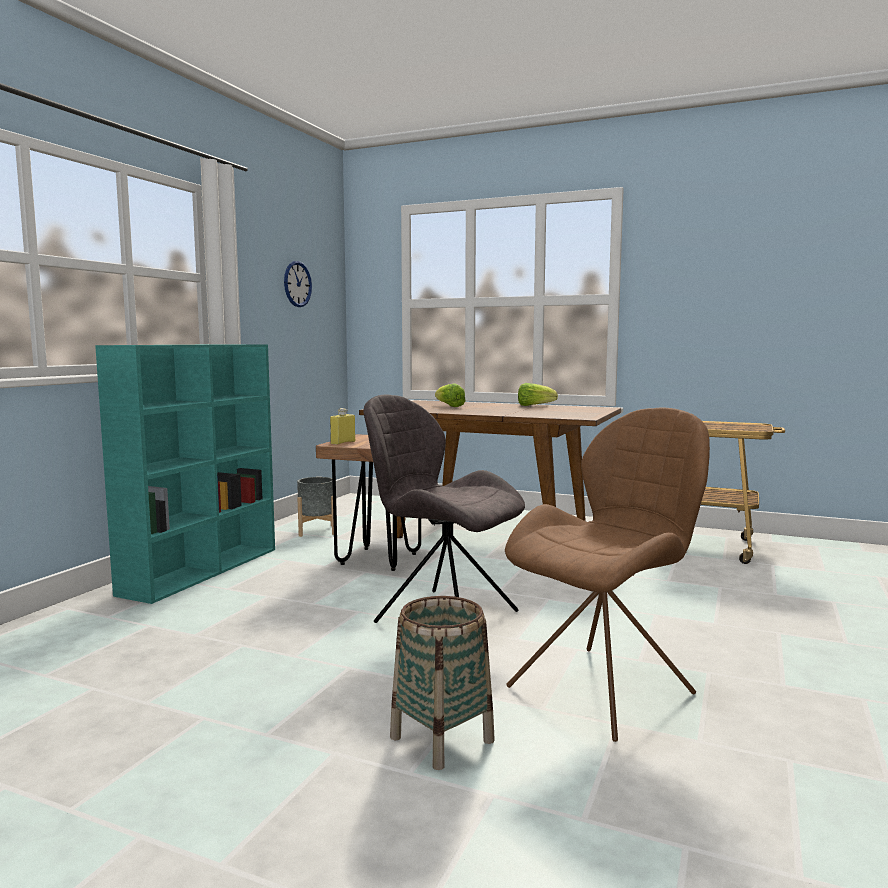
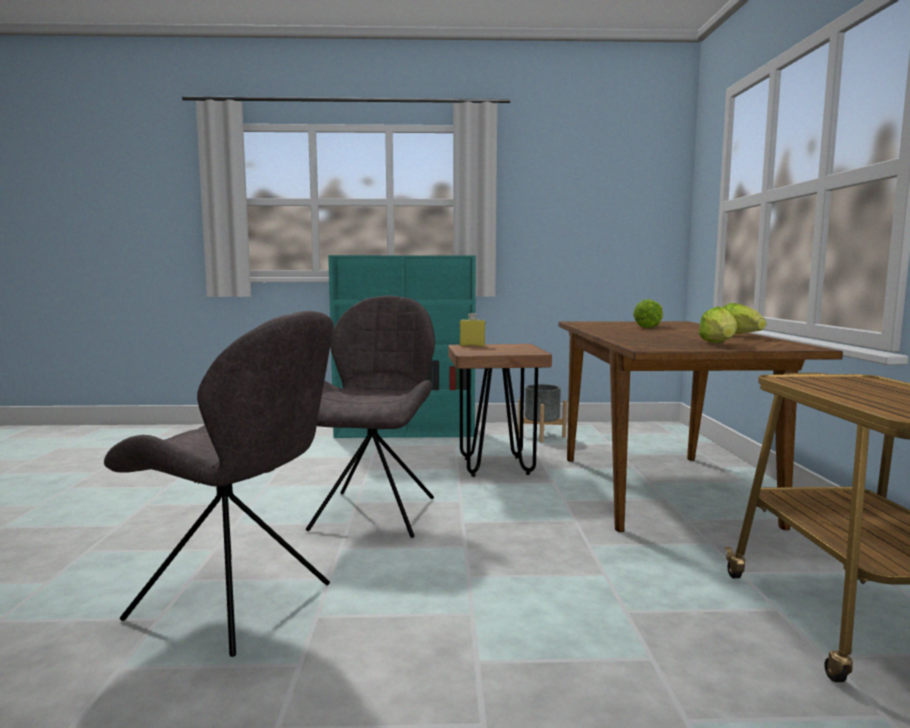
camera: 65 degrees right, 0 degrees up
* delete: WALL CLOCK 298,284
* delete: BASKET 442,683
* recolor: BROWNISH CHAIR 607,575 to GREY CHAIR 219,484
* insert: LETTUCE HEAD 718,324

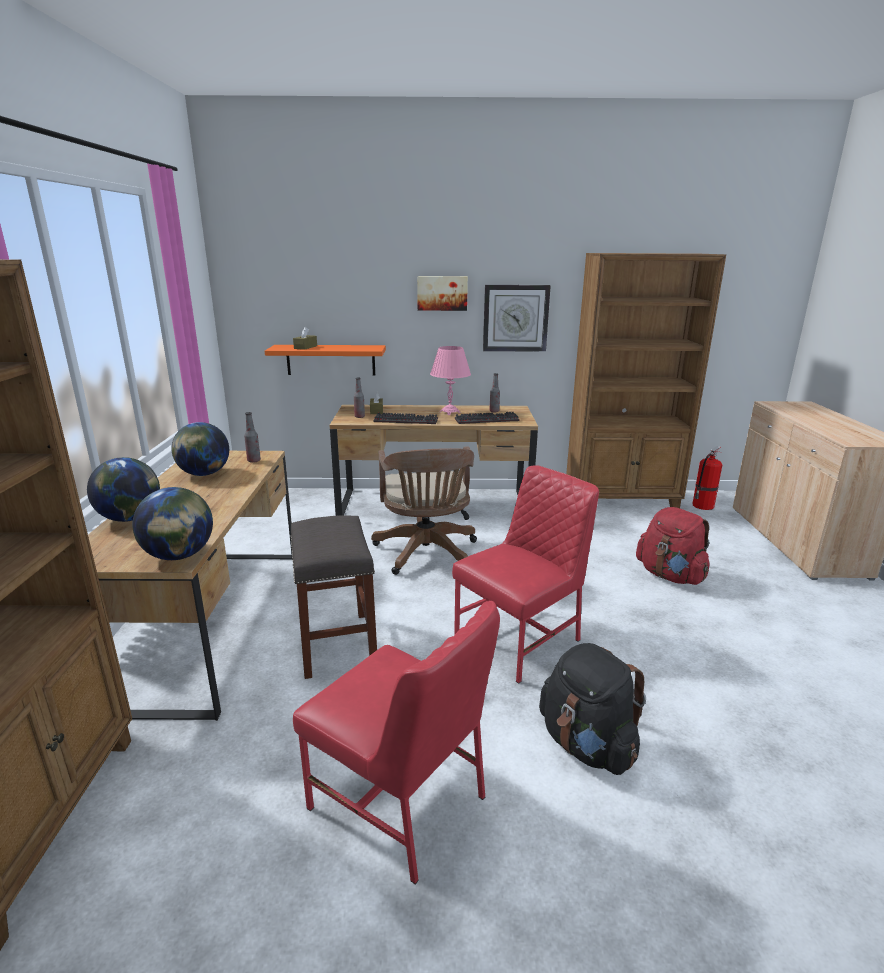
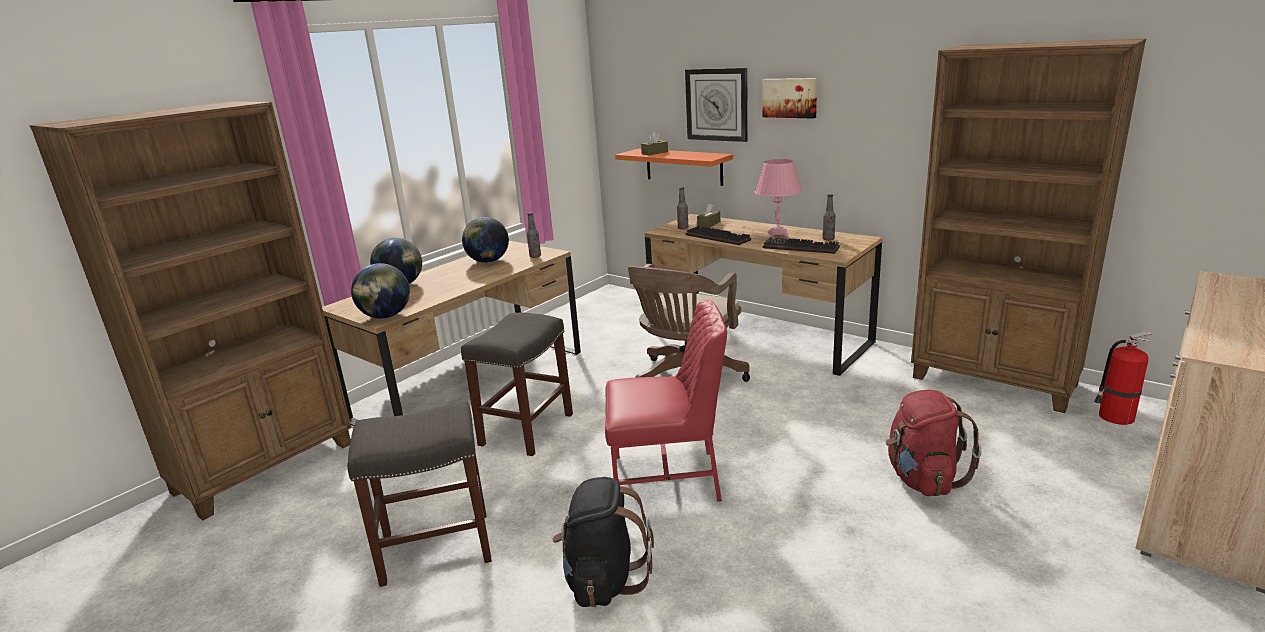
camera: 40 degrees right, 0 degrees up
* replace: RED CHAIR 396,742 to GREY STOOL SEAT 419,494
* move: WALL CLOCK 517,318 to 716,105

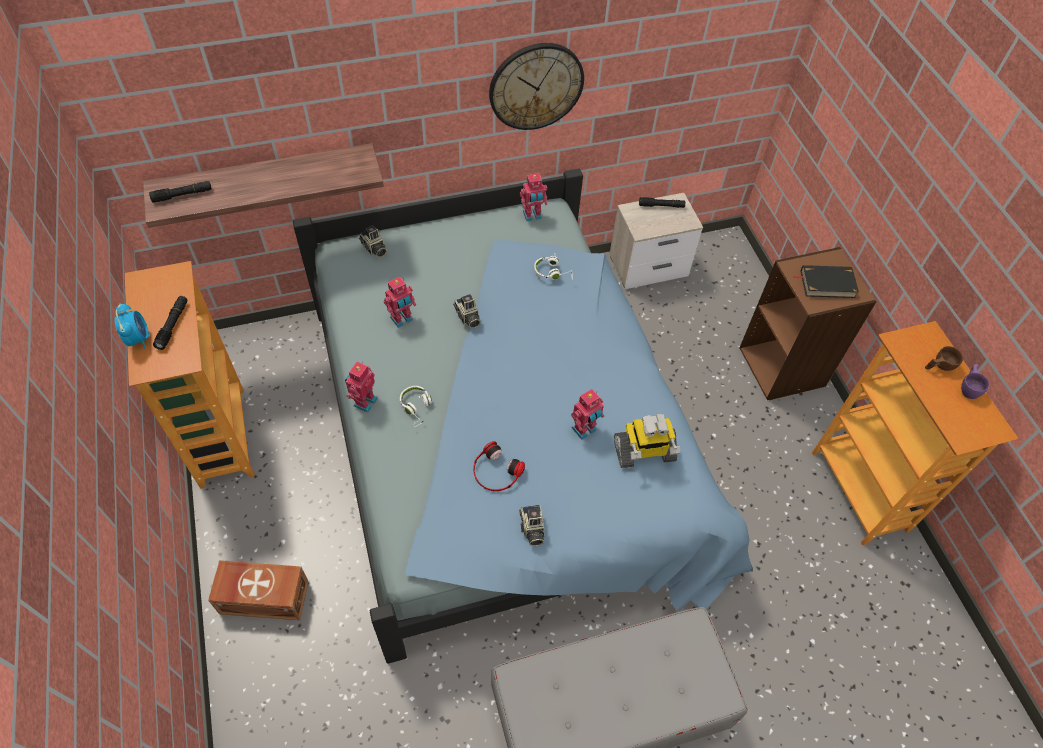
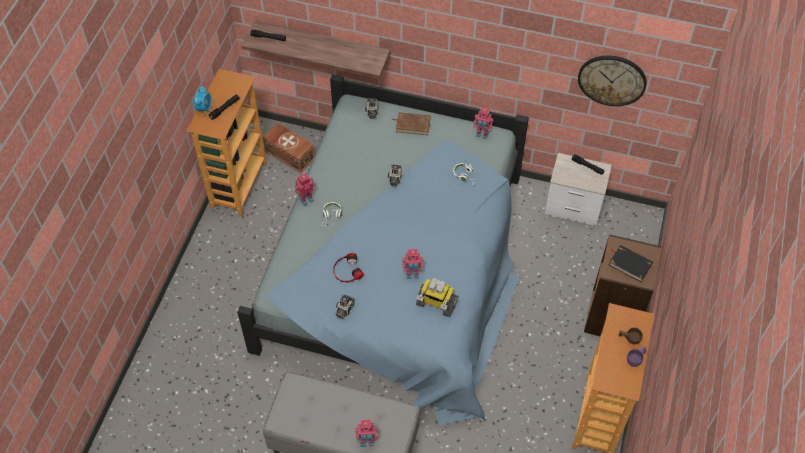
camera: 35 degrees right, 0 degrees up
* move: BROWNISH STORAGE CONTAINER 258,590 to 289,148
* move: MODEL ROBOT 400,302 to 366,433
* move: WALL CLOCK 536,86 to 612,81
* insert: BROWNISH BOOK 411,123

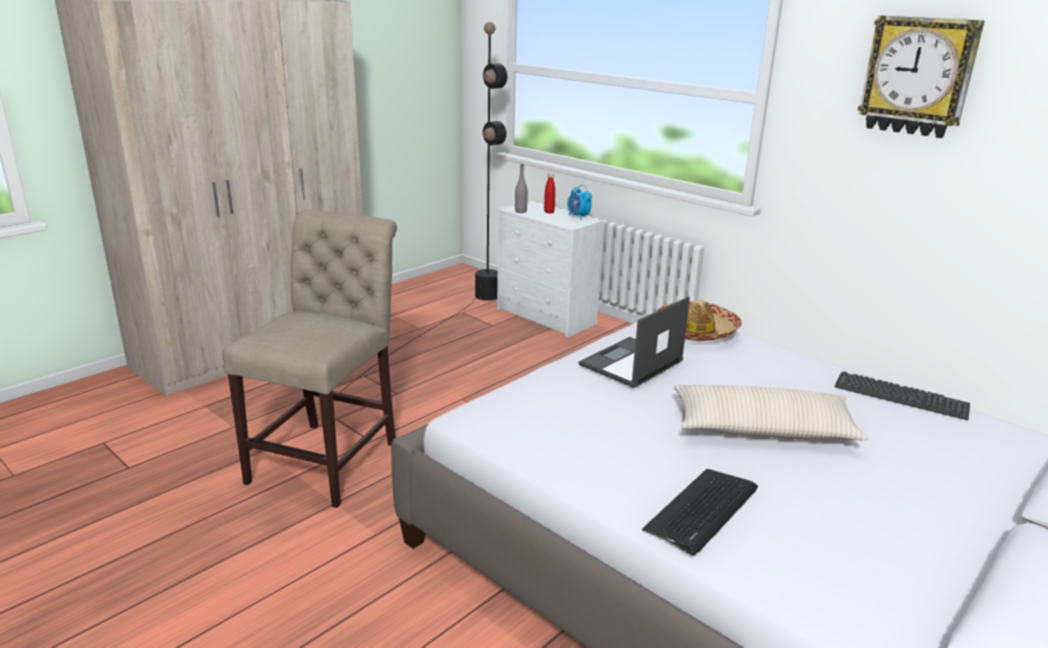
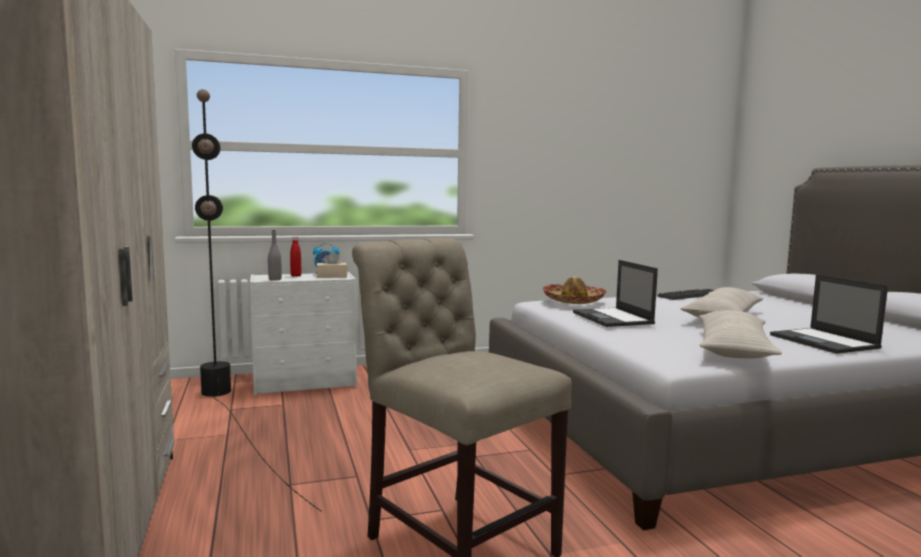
camera: 60 degrees left, 15 degrees down
* replace: COMPUTER KEYBOARD 700,512 to PORTABLE COMPUTER 829,314
* delete: WALL CLOCK 921,76
* insert: SAND-COLOURED BOX OF TISSUES 332,265
* insert: SAND-COLOURED CUSHION 740,334

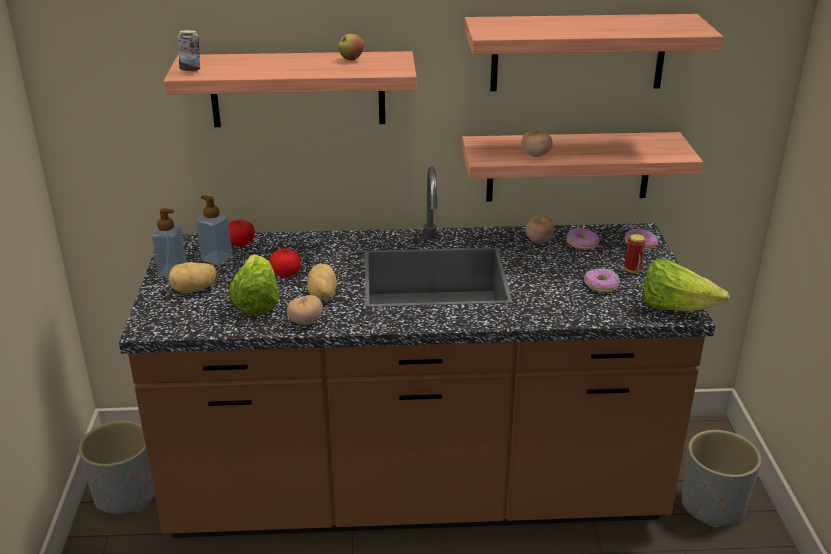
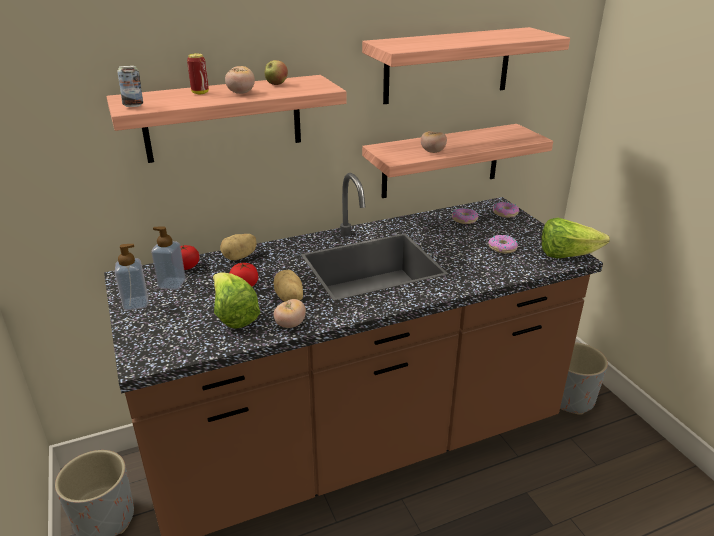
camera: 20 degrees left, 0 degrees up
* move: WHOLE POTATO 193,277 to 238,247
* move: FRESH TOMATO 540,229 to 240,80
* move: CAN 635,253 to 198,74

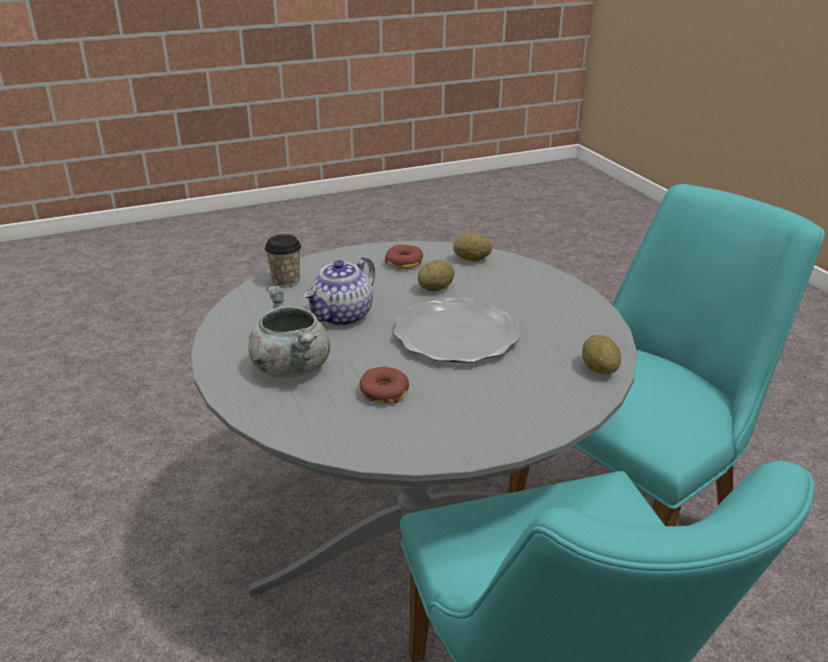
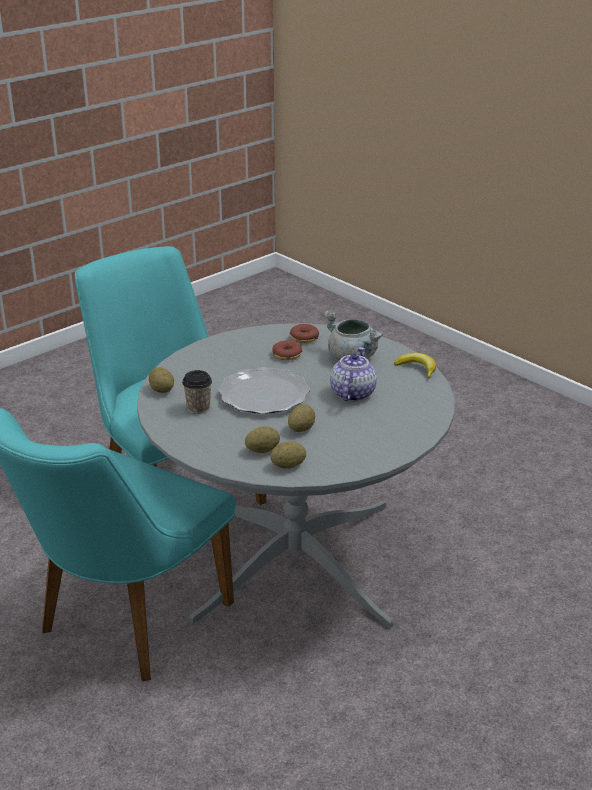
camera: 160 degrees right, 0 degrees up
* move: DRINKING CUP 283,260 to 197,392
* move: RING DOUGHNUT 404,257 to 304,333
* insert: WHOLE POTATO 262,439
* insert: BANANA 415,366

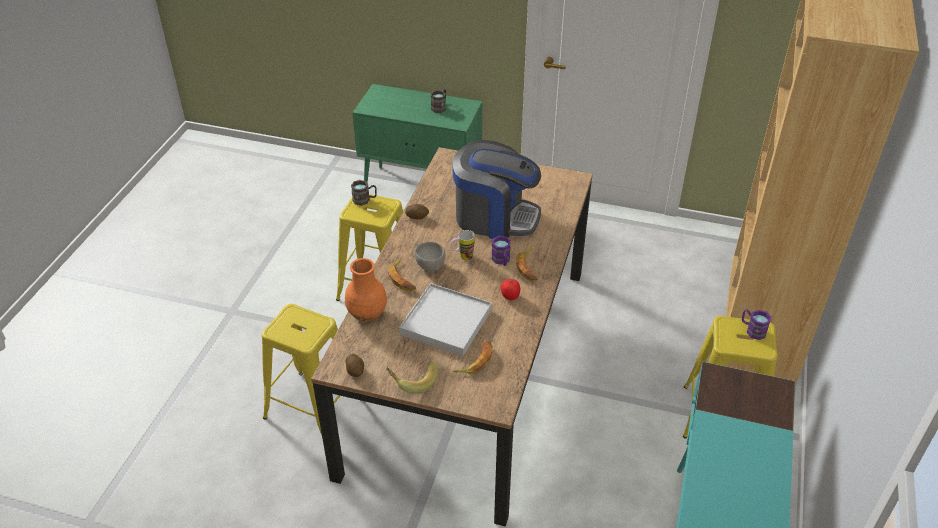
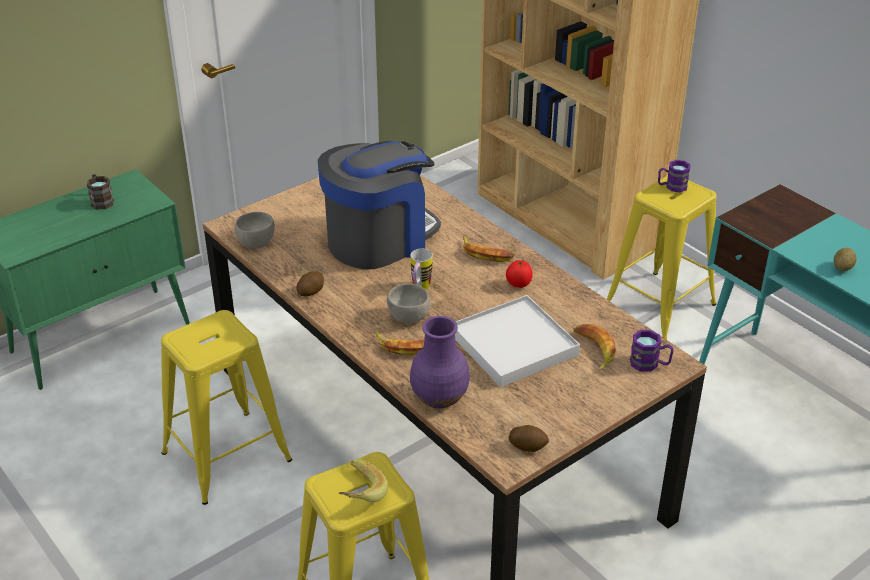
camera: 55 degrees left, 5 degrees down
* recolor: ORANGE-COLOURED FLOWER VASE 366,289 to PURPLE-COLOURED FLOWER VASE 440,362
* delete: BROWNISH COFFEE MUG 364,193
* move: BANANA 412,378 to 363,481
* move: PURPLE-COLOURED COFFEE MUG 501,251 to 652,351
* insert: GREY DEEP DISH 255,230
* insert: WHOLE POTATO 845,259

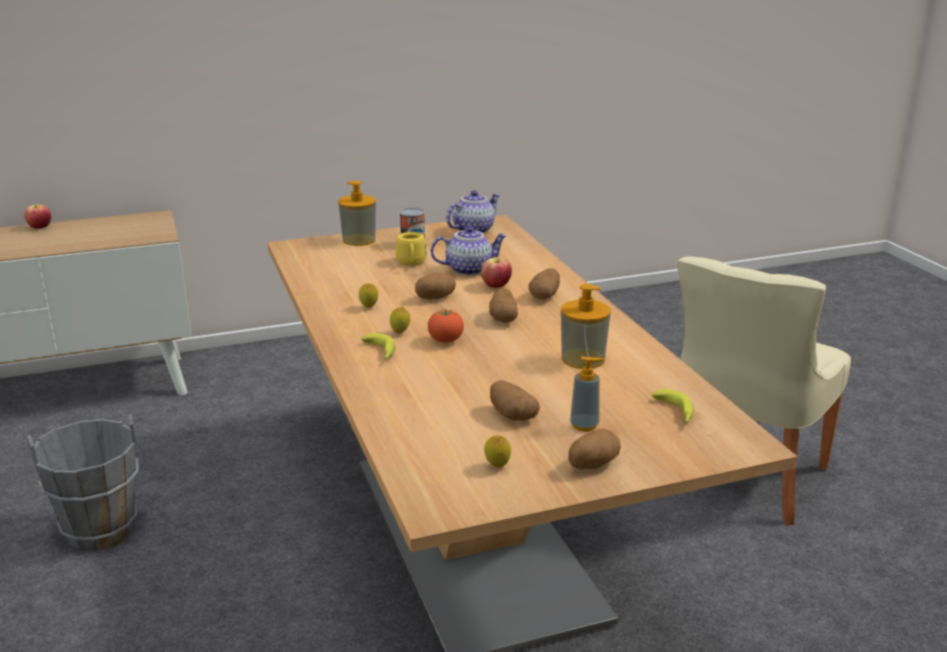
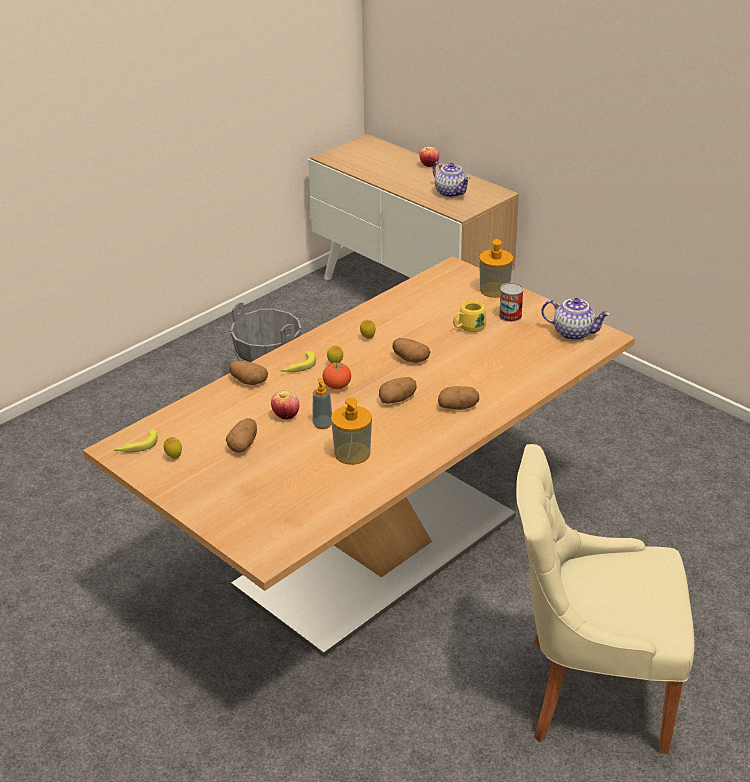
camera: 65 degrees right, 10 degrees up
* move: TEAPOT 469,250 to 451,180
* move: APPLE FRUIT 496,272 to 285,404
* move: WHOLE POTATO 594,449 to 248,372
* move: SOAP BOTTLE 587,394 to 322,403
* move: BANANA 673,406 to 136,441

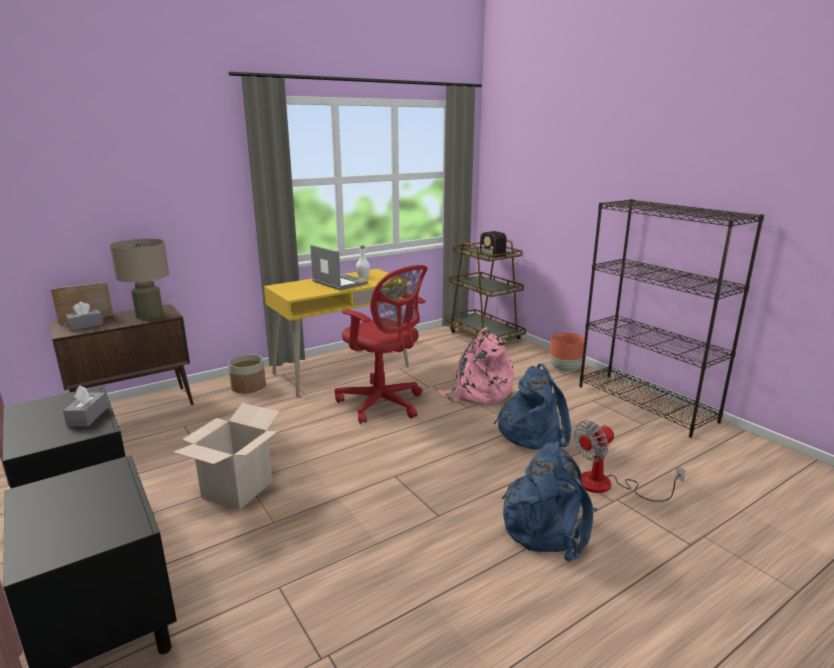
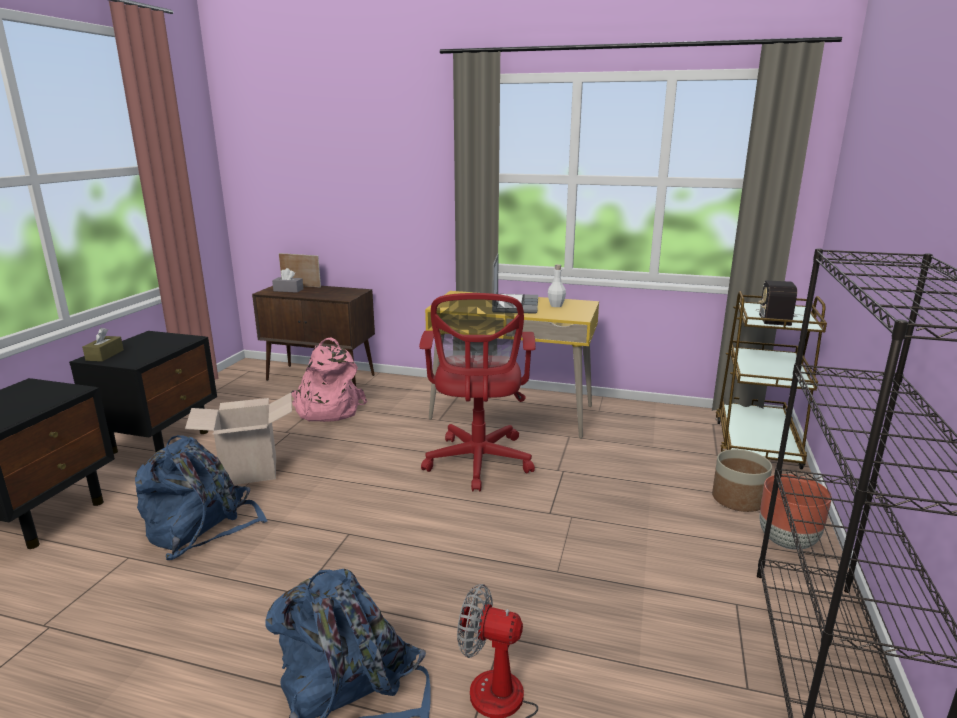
camera: 50 degrees right, 0 degrees up
* delete: GREY BOX OF TISSUES 85,406
* delete: SAND-COLOURED TABLETOP LAMP 139,279
* move: FLOWER POT 247,373 to 742,480
* move: PINKISH RUCKSACK 476,366 to 329,379
* move: BLUISH RUCKSACK 532,406 to 201,497
* insert: BROWNISH BOX OF TISSUES 103,345

